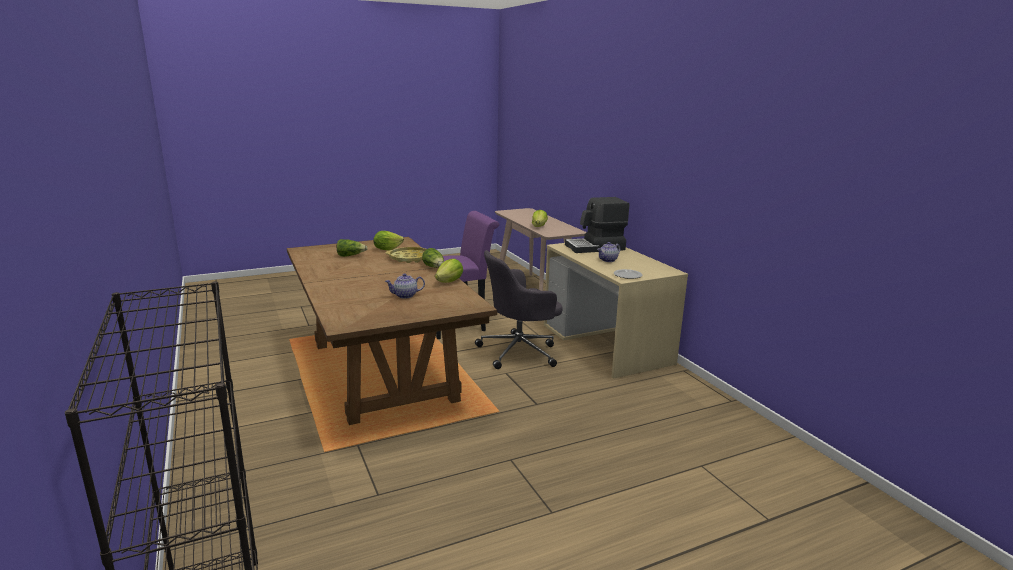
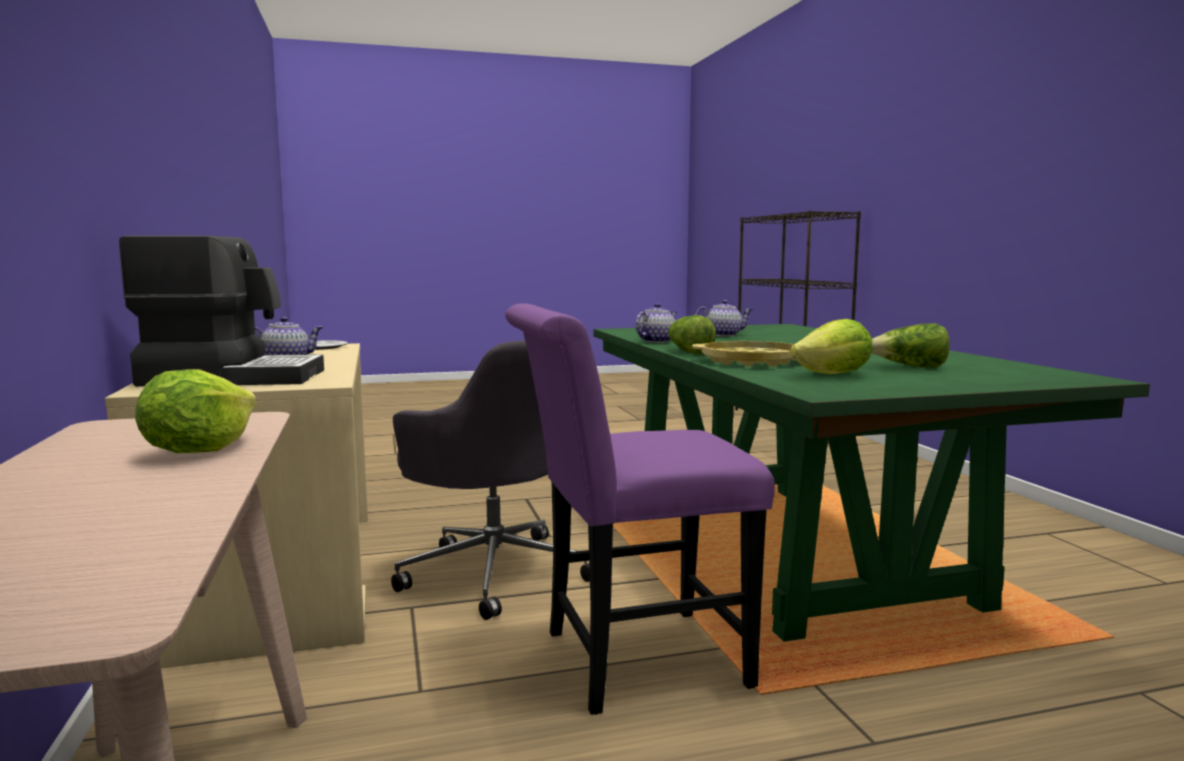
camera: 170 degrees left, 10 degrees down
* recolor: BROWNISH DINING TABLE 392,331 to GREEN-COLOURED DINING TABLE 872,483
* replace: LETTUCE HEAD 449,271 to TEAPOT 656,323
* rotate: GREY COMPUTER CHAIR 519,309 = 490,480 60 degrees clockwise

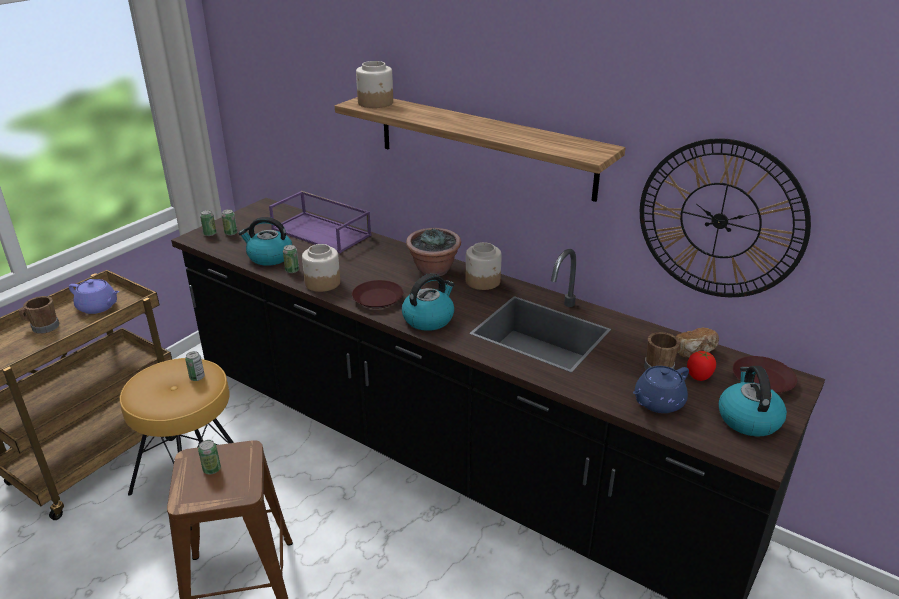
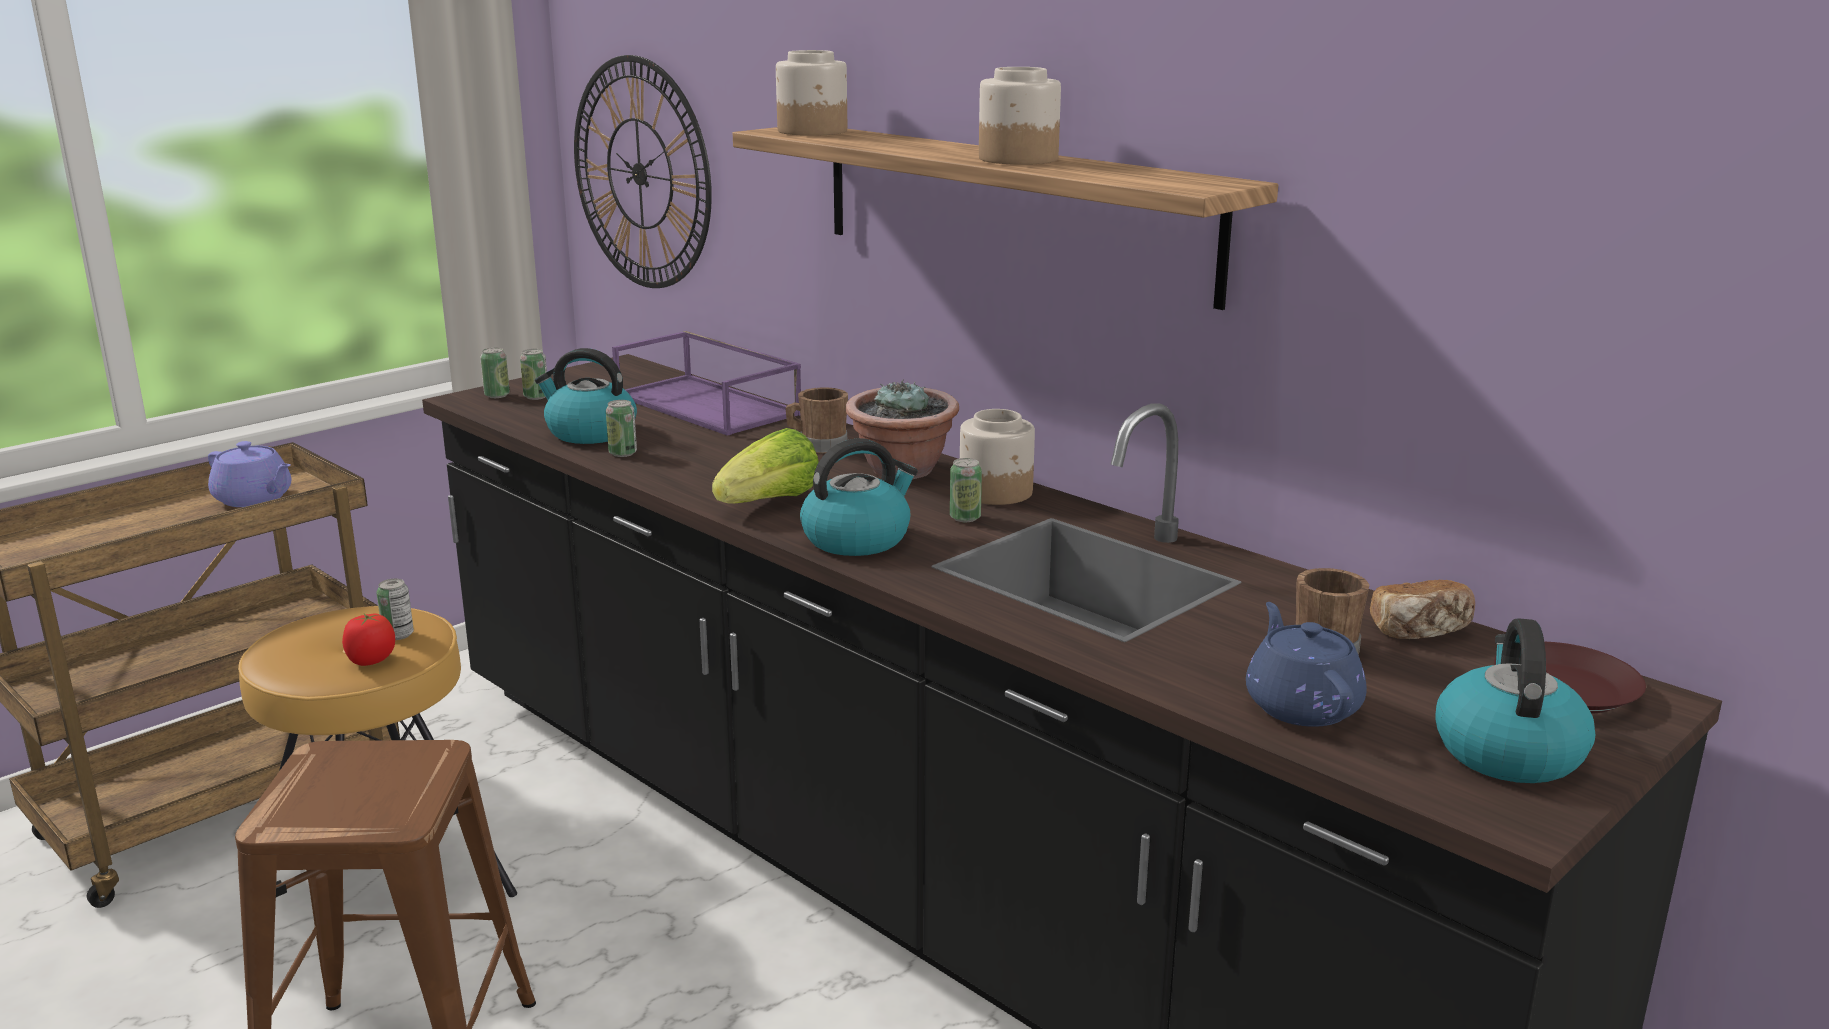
camera: 10 degrees right, 10 degrees down
* move: BROWNISH COFFEE MUG 38,315 to 817,420
* move: CAN 209,457 to 966,490
* move: JAR 321,268 to 1020,116
* replace: BROWNISH FLAT DISH 377,294 to LETTUCE HEAD 765,465
* rotate: BLUISH TEAPOT 661,389 = 1306,664 105 degrees clockwise
* move: WALL CLOCK 725,217 to 643,171
* move: FRESH TOMATO 701,366 to 368,640

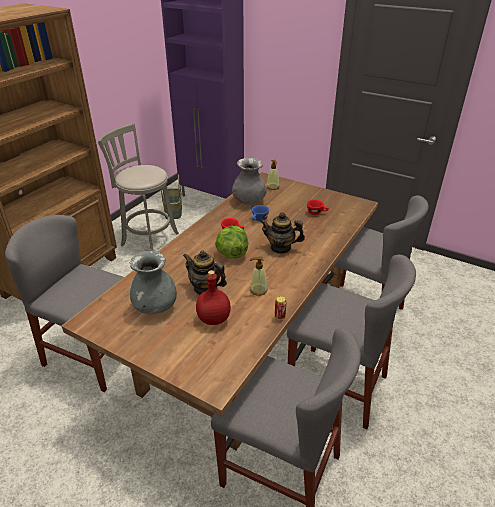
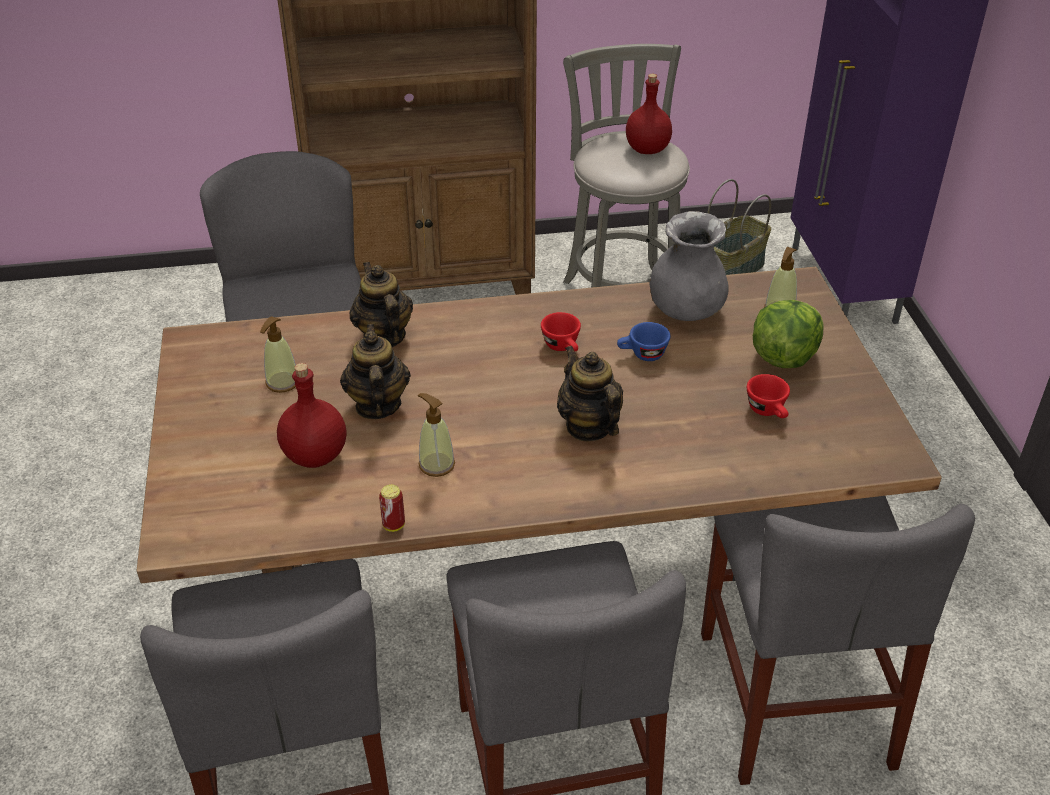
camera: 50 degrees right, 5 degrees up
* replace: GREY FLOWER VASE 153,282 to SOAP BOTTLE 278,354
* move: LETTUCE HEAD 231,242 to 788,334
* insert: TEAPOT 381,304
* insert: RED BOTTLE 649,114

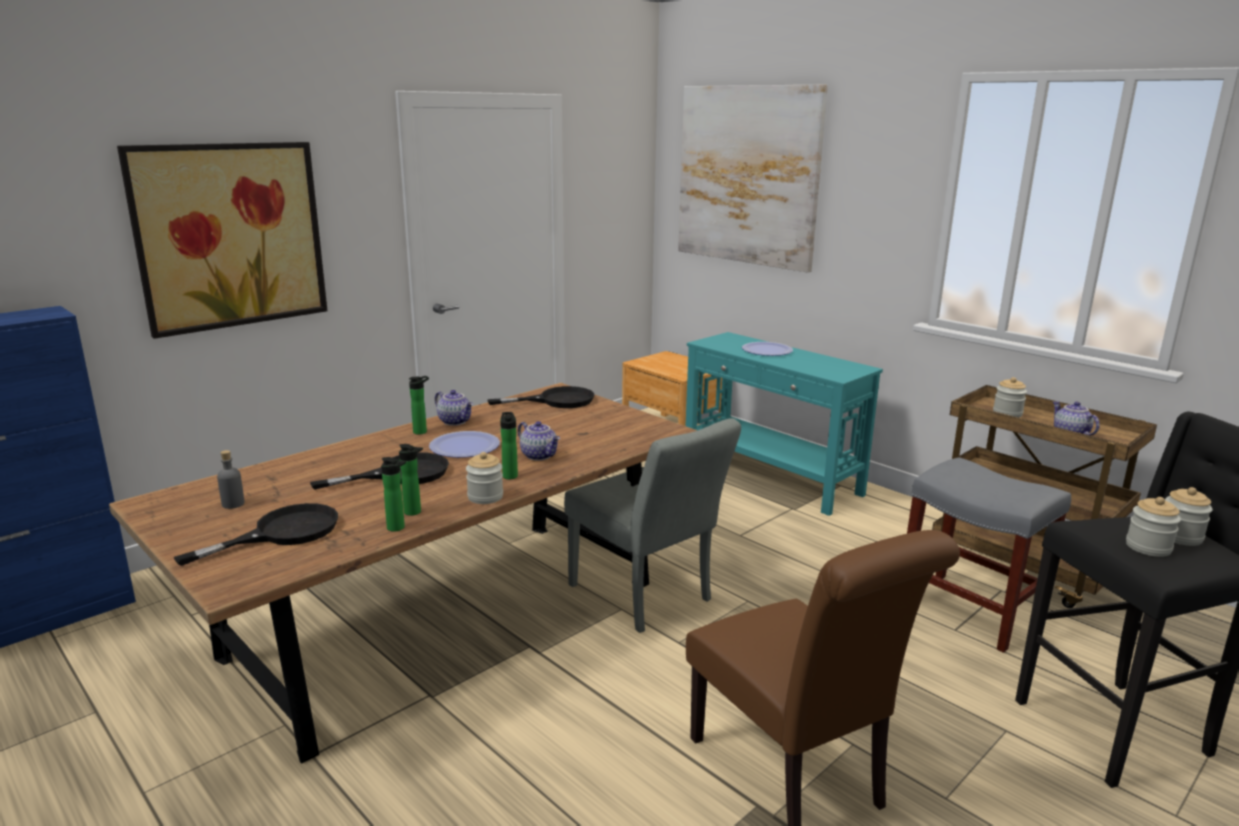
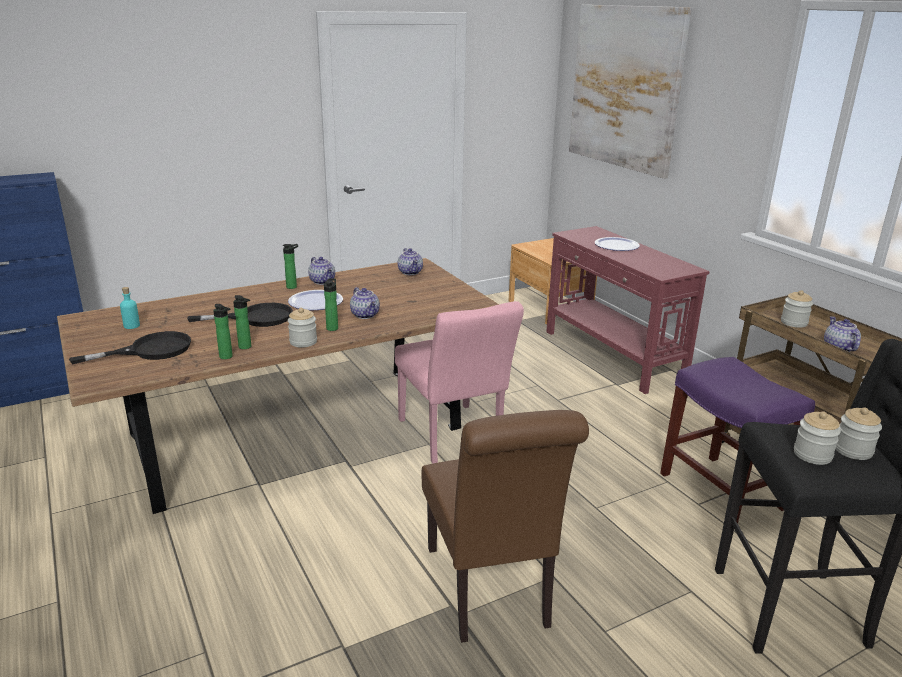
camera: 15 degrees right, 5 degrees up
* delete: WALL ART 222,240
* recolor: GREY BOTTLE 230,479 to TURQUOISE-COLOURED BOTTLE 130,308
* replace: BLACK SKILLET 541,397 to TEAPOT 410,261
* recolor: GREY CHAIR 652,525 to PINKISH CHAIR 459,382
* recolor: TURQUOISE-COLOURED CONSOLE TABLE 784,424 to RED CONSOLE TABLE 628,310
* recolor: GREY STOOL SEAT 989,555 to PURPLE-COLOURED STOOL SEAT 737,440

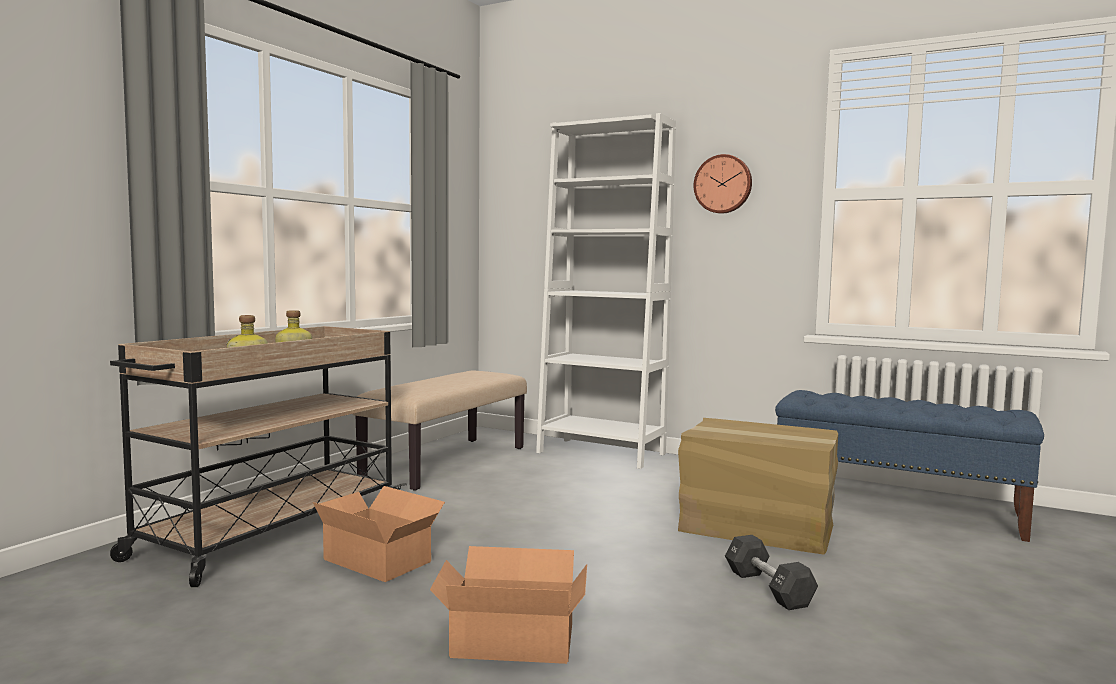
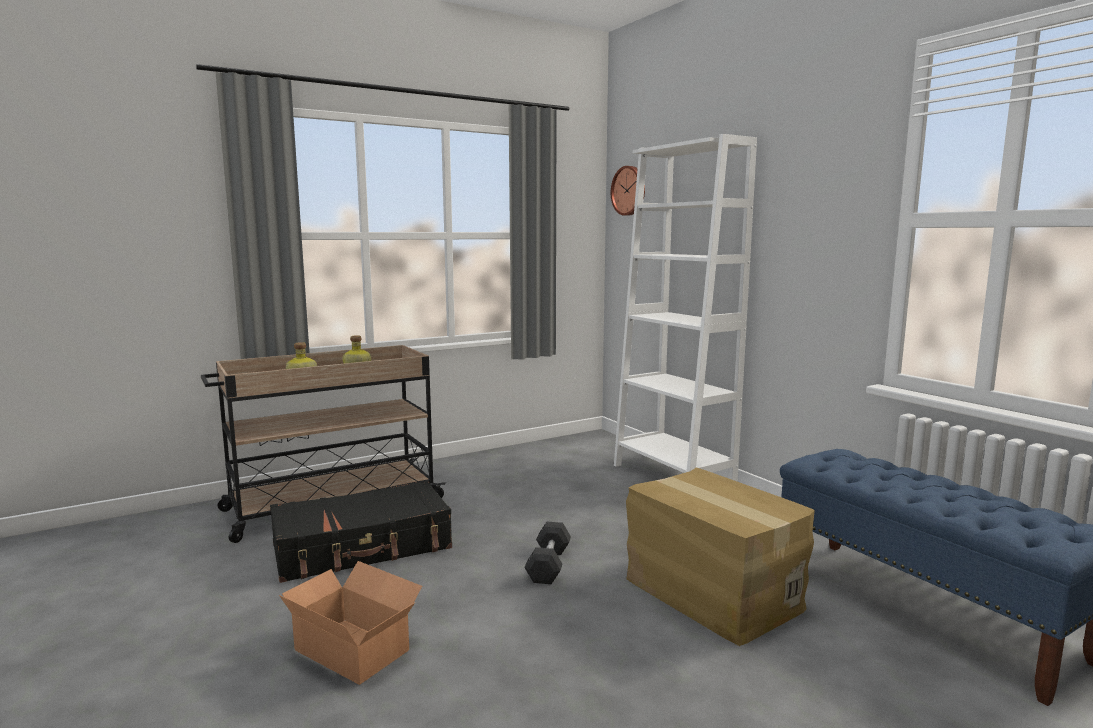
camera: 30 degrees right, 5 degrees up
* replace: CARTON 379,534 to BLACK PIECE OF LUGGAGE 361,531
* delete: SAND-COLOURED BENCH 440,430
* move: WALL CLOCK 723,184 to 628,191
* move: BLACK FREE WEIGHT 771,572 to 547,552

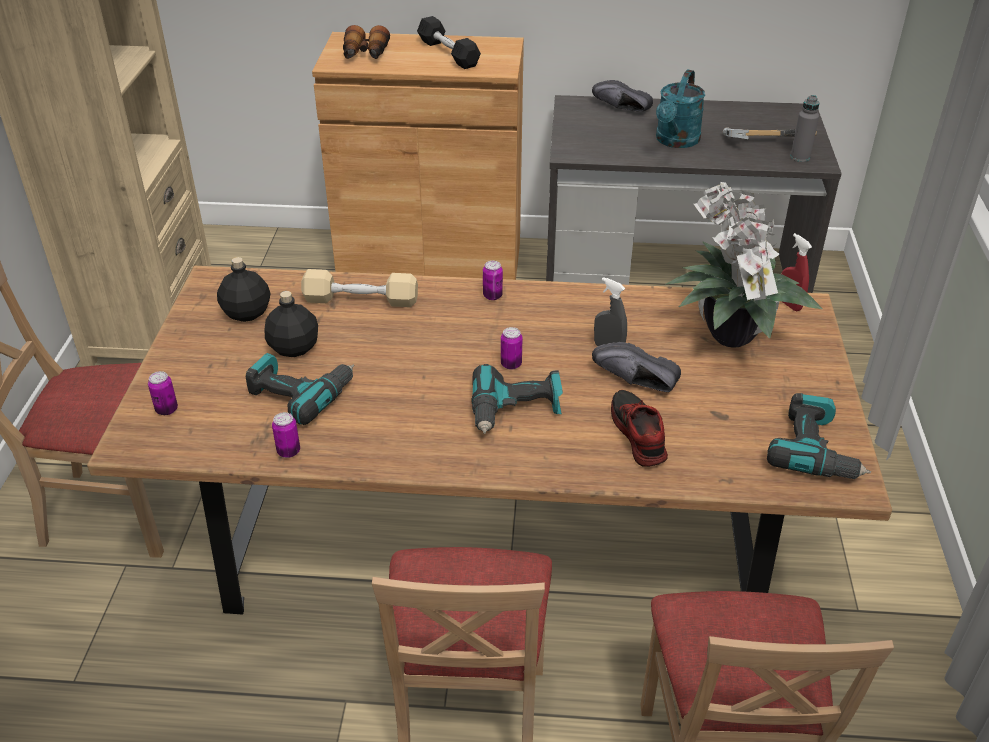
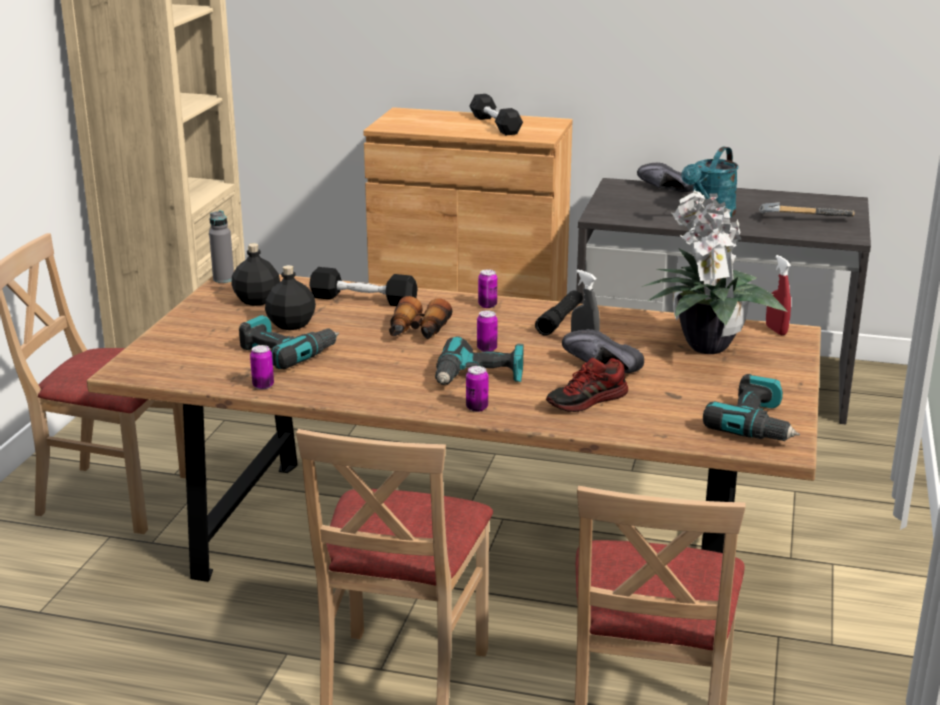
camera: 10 degrees right, 15 degrees down
* move: CAN 163,393 to 477,389
* recolor: SAND-COLOURED FREE WEIGHT 359,288 to BLACK FREE WEIGHT 363,286
* move: PAIR OF BINOCULARS 366,42 to 420,317
* rotate: ITEM OF FOOTWEAR 639,428 = 587,385 120 degrees counterclockwise
* move: GREY BOTTLE 805,128 to 221,247
* insert: BLACK FLASHLIGHT 559,313

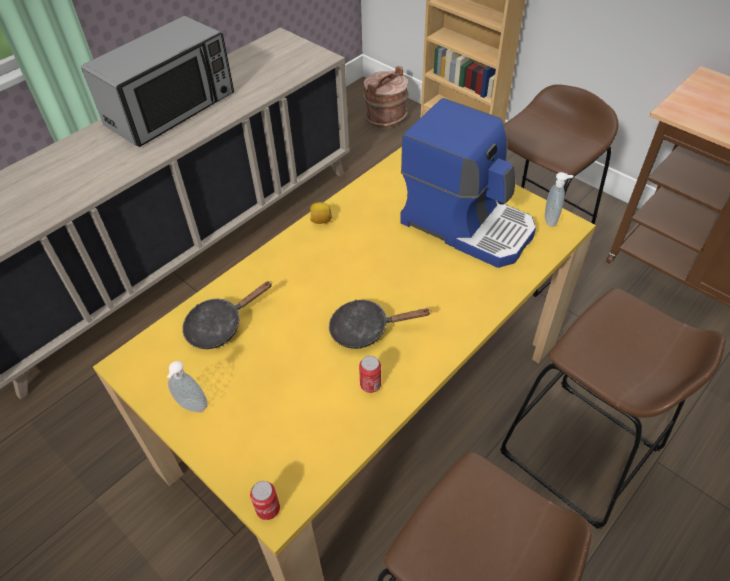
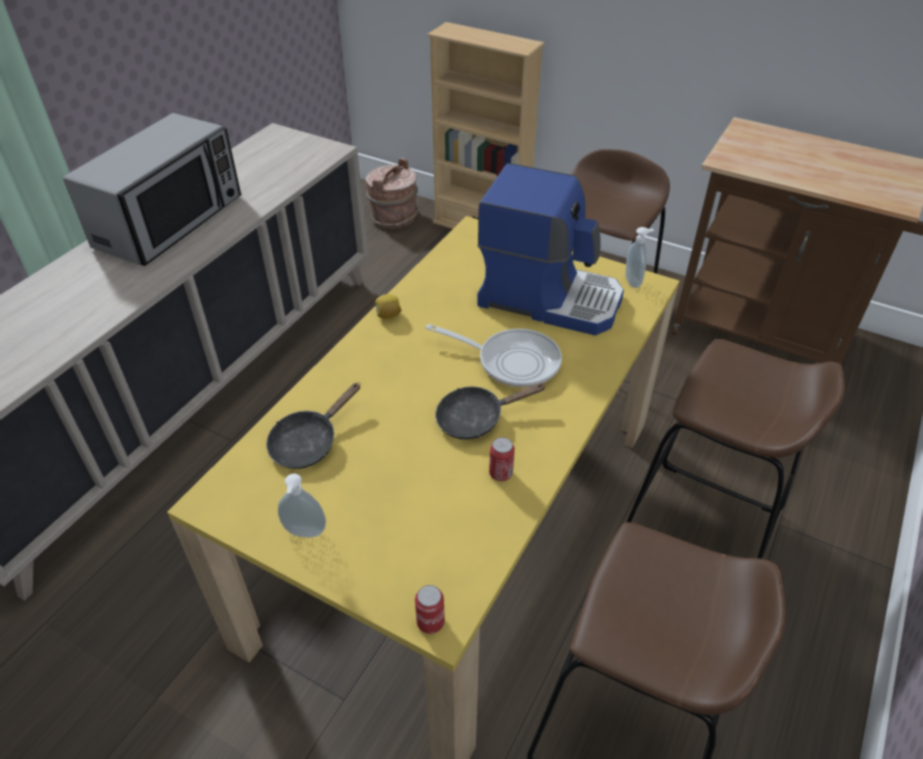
camera: 15 degrees left, 5 degrees down
* insert: SKILLET 493,356

